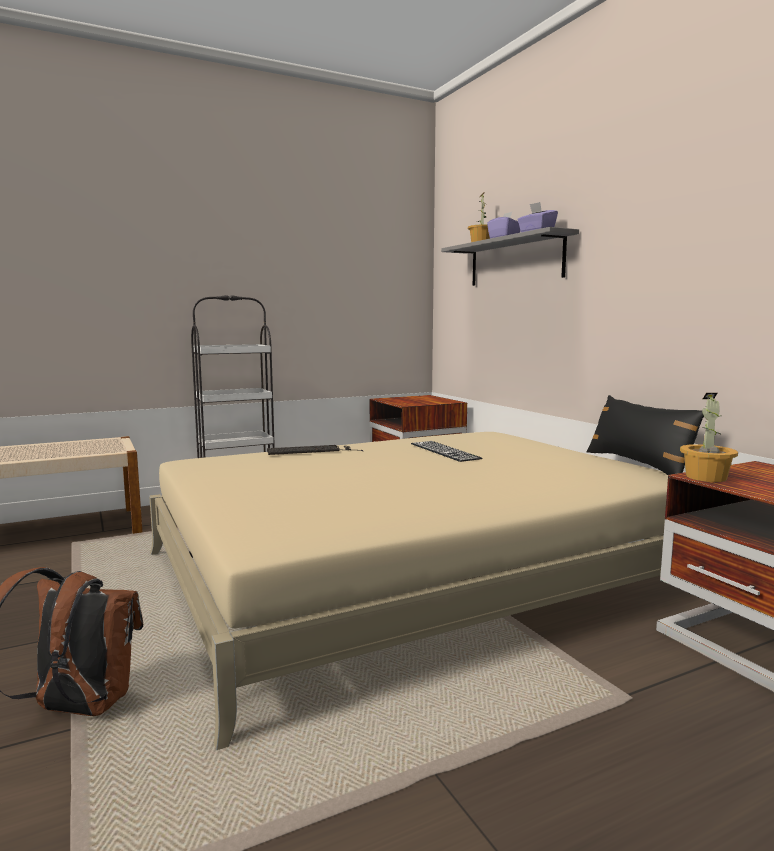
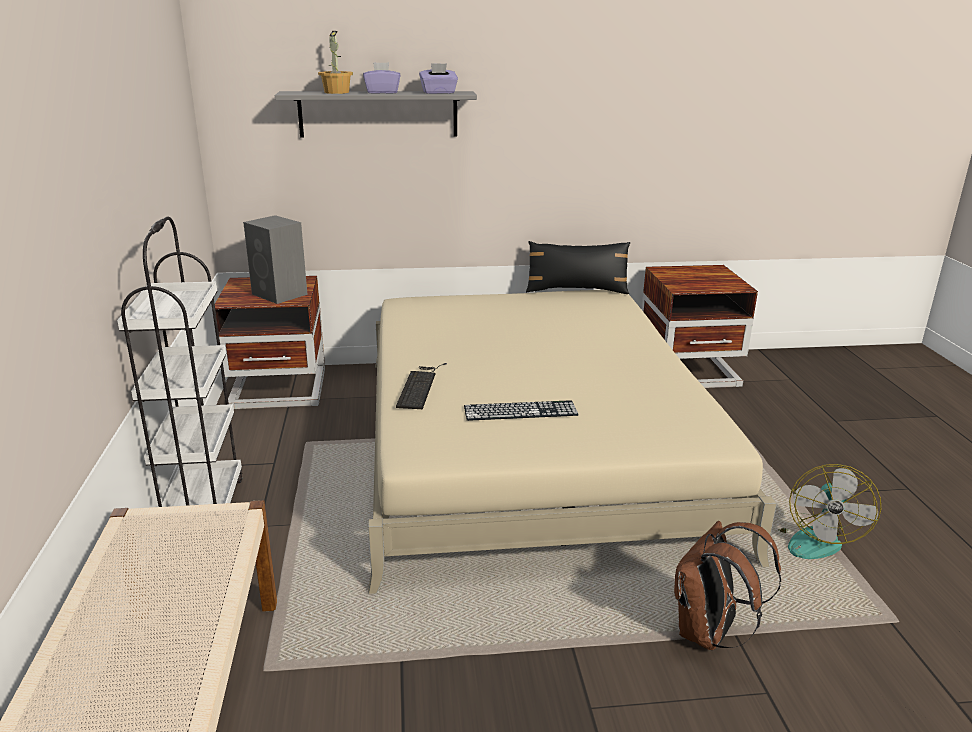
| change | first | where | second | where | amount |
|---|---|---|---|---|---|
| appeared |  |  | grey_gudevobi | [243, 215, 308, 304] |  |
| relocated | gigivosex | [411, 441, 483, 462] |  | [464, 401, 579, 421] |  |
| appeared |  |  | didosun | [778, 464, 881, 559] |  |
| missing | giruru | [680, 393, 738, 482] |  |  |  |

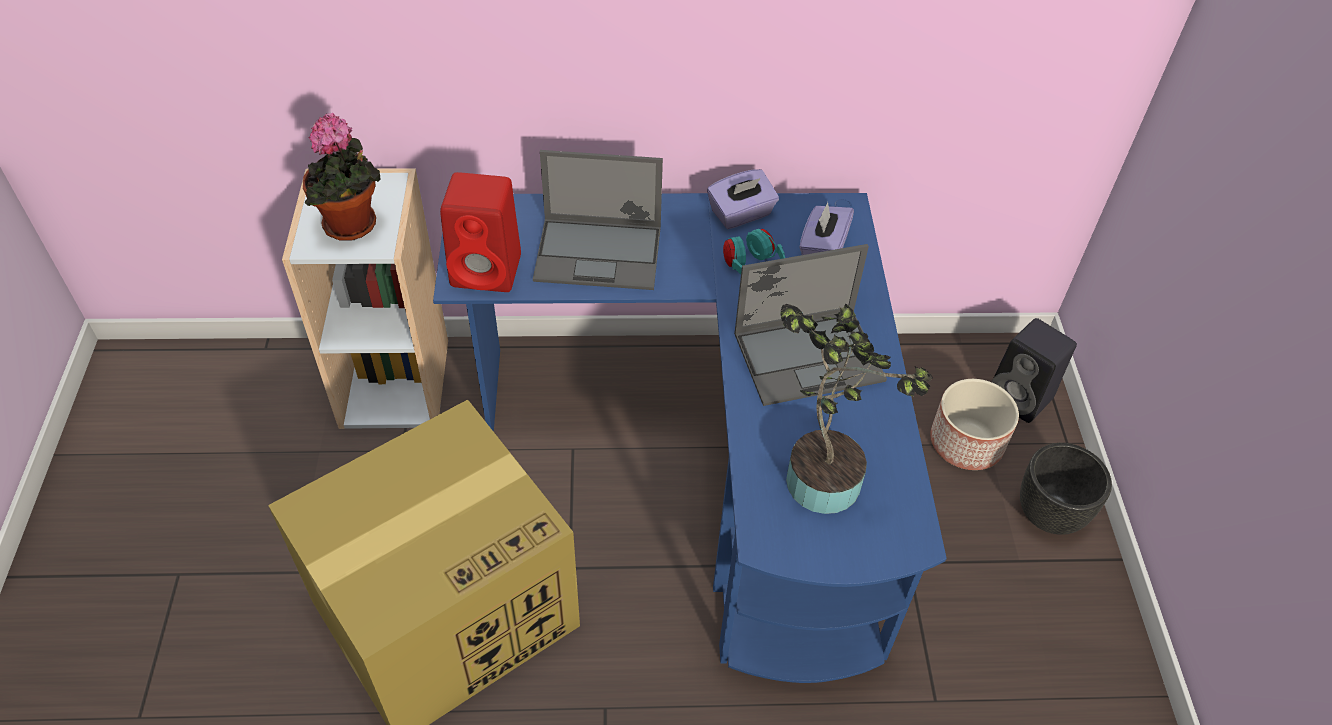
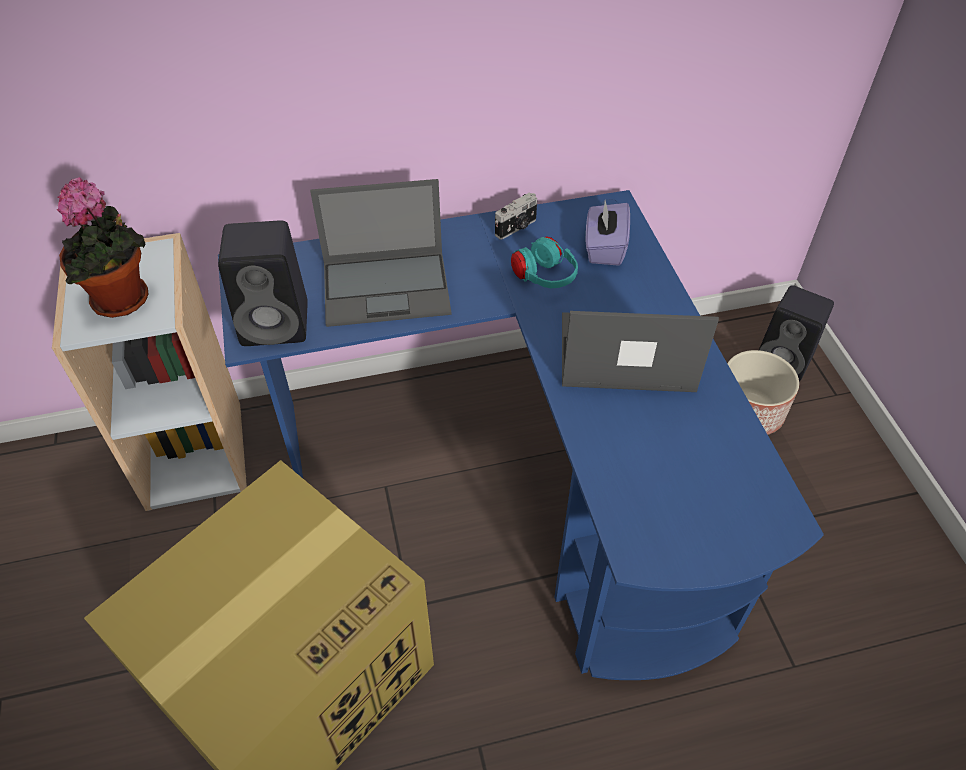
| change | first | where | second | where | amount |
|---|---|---|---|---|---|
| colour | red_gudevobi | [440, 172, 521, 292] | black_gudevobi | [218, 220, 308, 346] |  |
| exchanged | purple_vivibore | [707, 169, 779, 229] | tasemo | [495, 192, 537, 240] |  |
| spun | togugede | [734, 244, 887, 406] |  | [562, 311, 719, 392] | 150 degrees counterclockwise |
| missing | giruru | [781, 304, 933, 514] |  |  |  |
| missing | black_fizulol | [1020, 443, 1112, 535] |  |  |  |

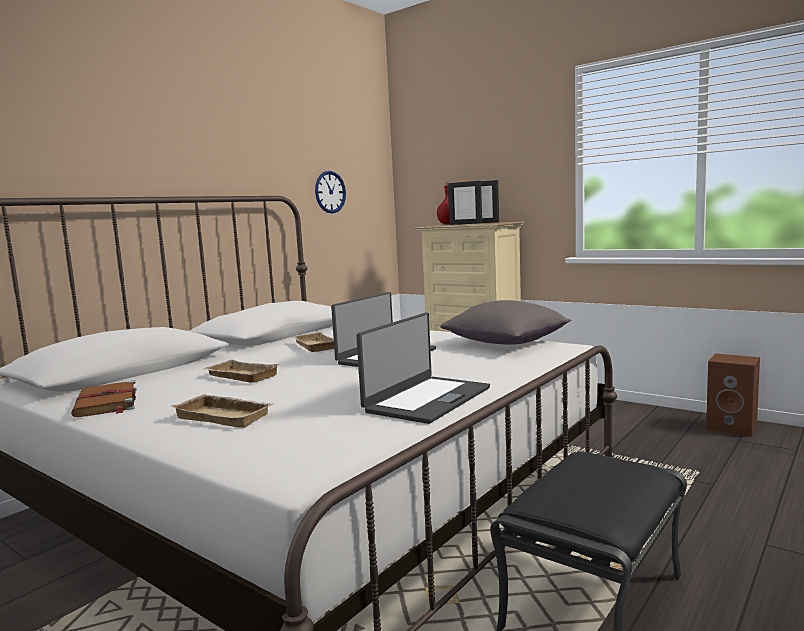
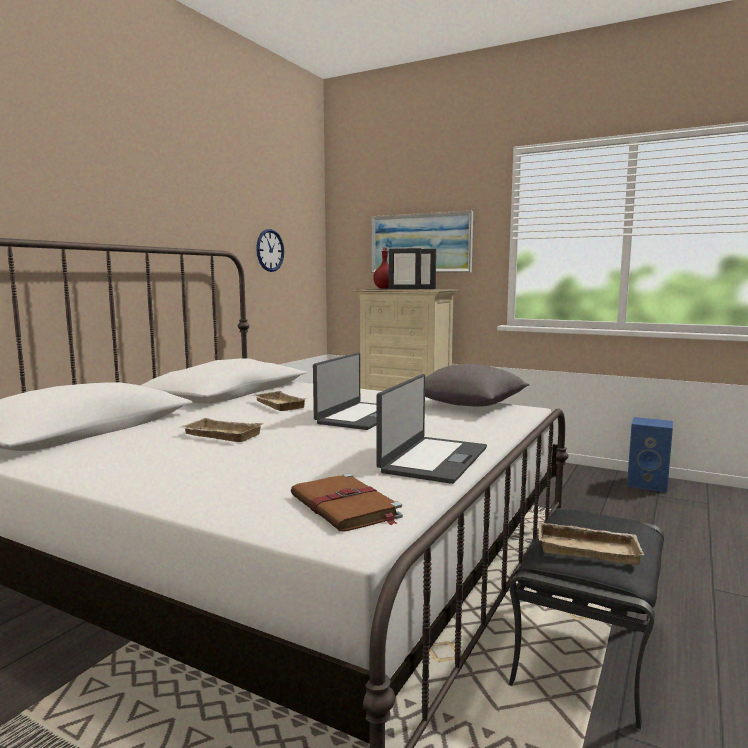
| change | first | where | second | where | amount |
|---|---|---|---|---|---|
| relocated | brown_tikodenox | [71, 381, 137, 417] |  | [291, 473, 403, 531] |  |
| appeared |  |  | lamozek | [371, 211, 473, 273] |  |
| relocated | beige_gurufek | [171, 394, 273, 428] |  | [538, 522, 644, 565] |  |
| colour | brown_gudevobi | [706, 353, 760, 437] | blue_gudevobi | [627, 417, 673, 492] |  |

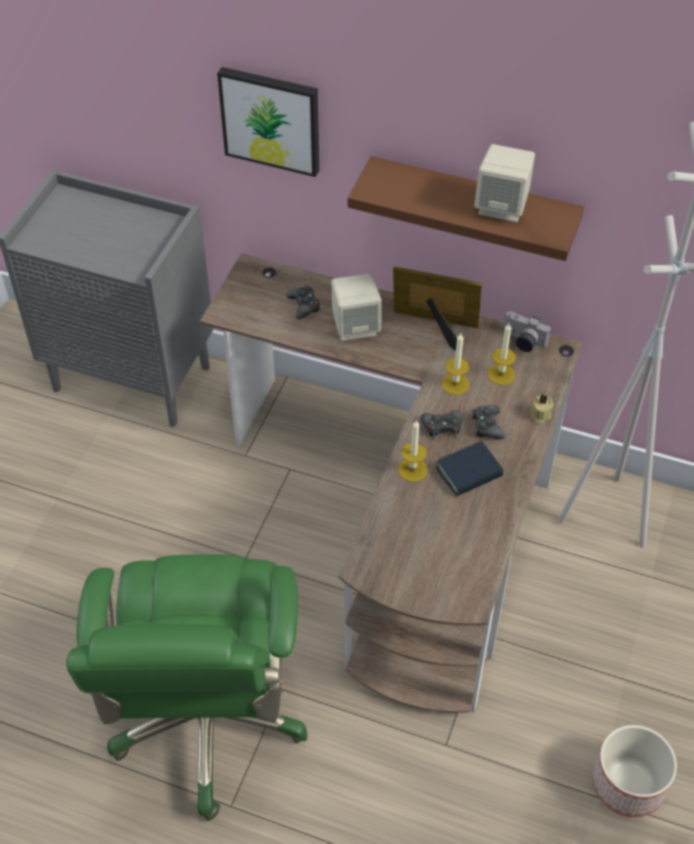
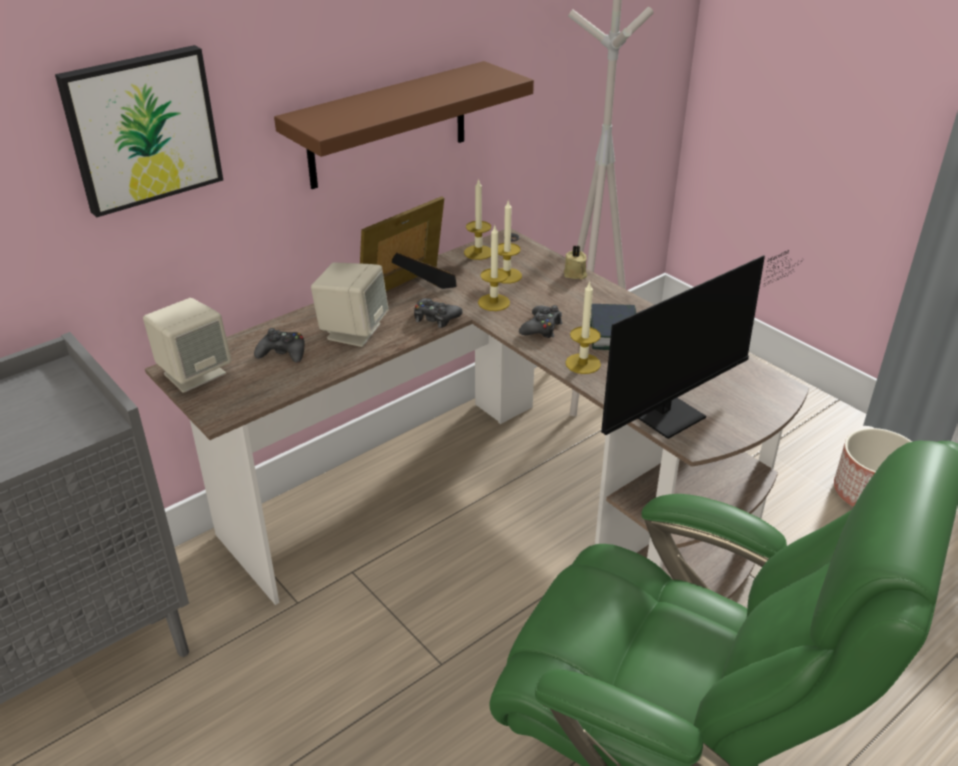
| change | first | where | second | where | amount |
|---|---|---|---|---|---|
| relocated | beige_gudevobi | [474, 144, 535, 222] |  | [143, 298, 231, 393] |  |
| relocated | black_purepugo | [471, 405, 505, 439] |  | [414, 298, 463, 328] |  |
| exchanged | tasemo | [504, 311, 551, 352] | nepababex | [464, 178, 491, 260] |  |
| appeared |  |  | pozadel | [601, 250, 802, 439] |  |

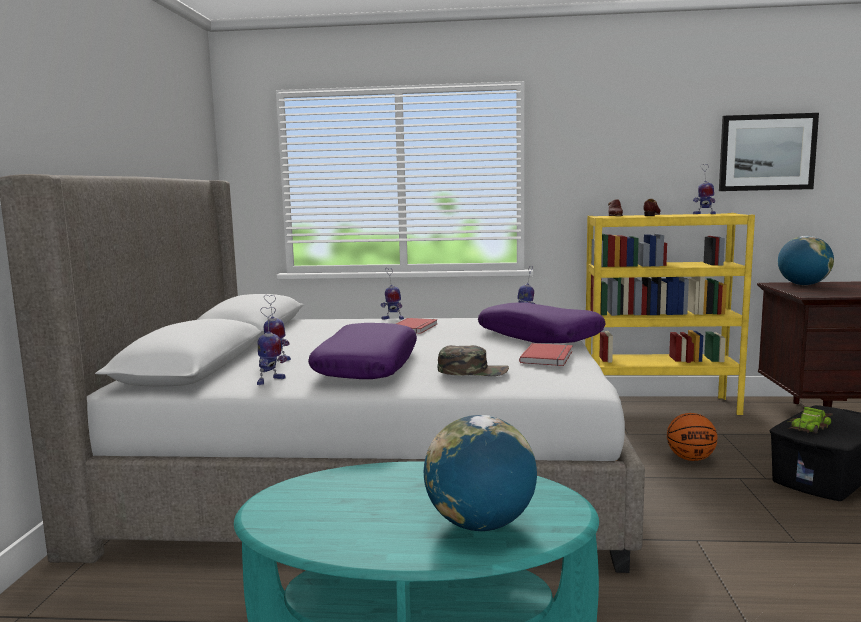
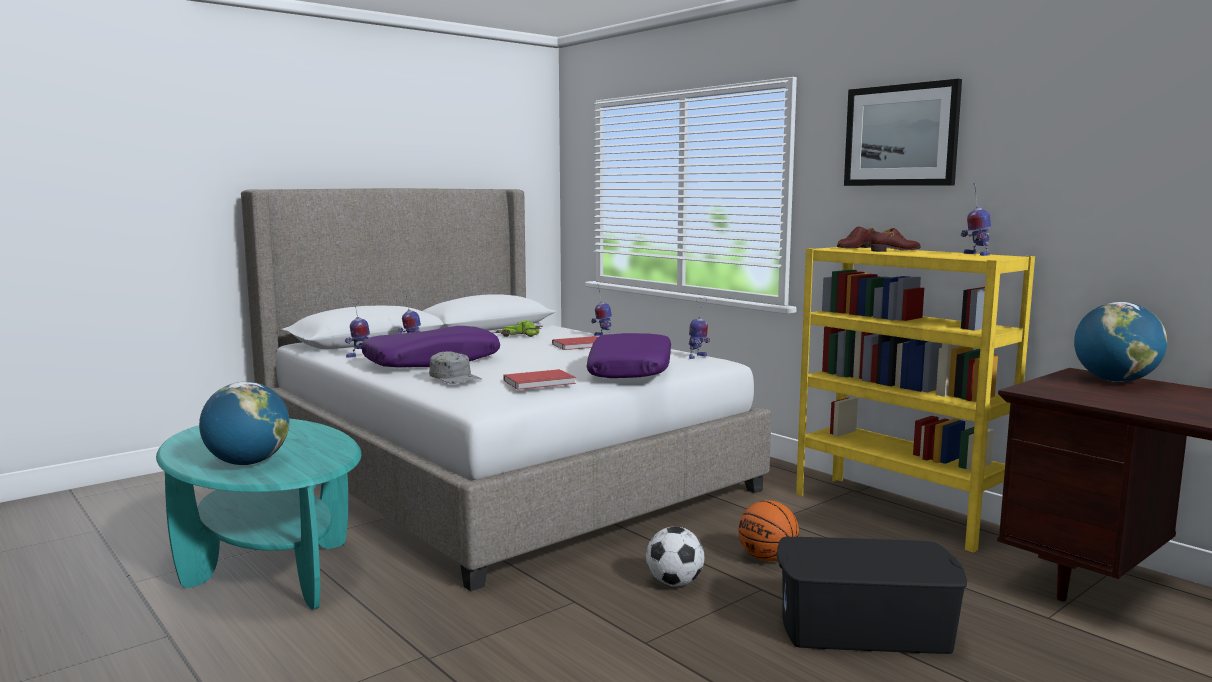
| change | first | where | second | where | amount |
|---|---|---|---|---|---|
| colour | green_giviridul | [437, 345, 509, 376] | grey_giviridul | [429, 351, 482, 384] |  |
| relocated | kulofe | [788, 407, 833, 434] |  | [494, 320, 543, 337] |  |
| appeared |  |  | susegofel | [646, 526, 705, 587] |  |
| relocated | lamozek | [719, 113, 819, 191] |  | [844, 79, 962, 186] |  |

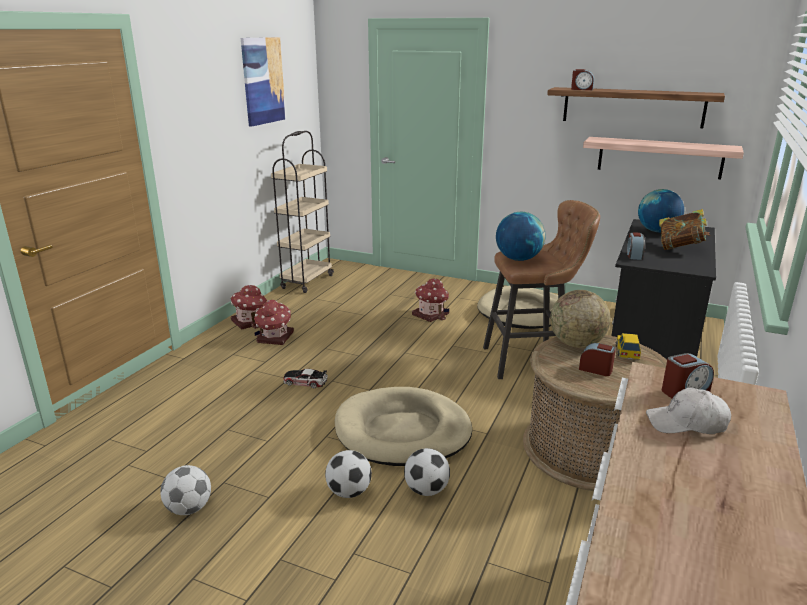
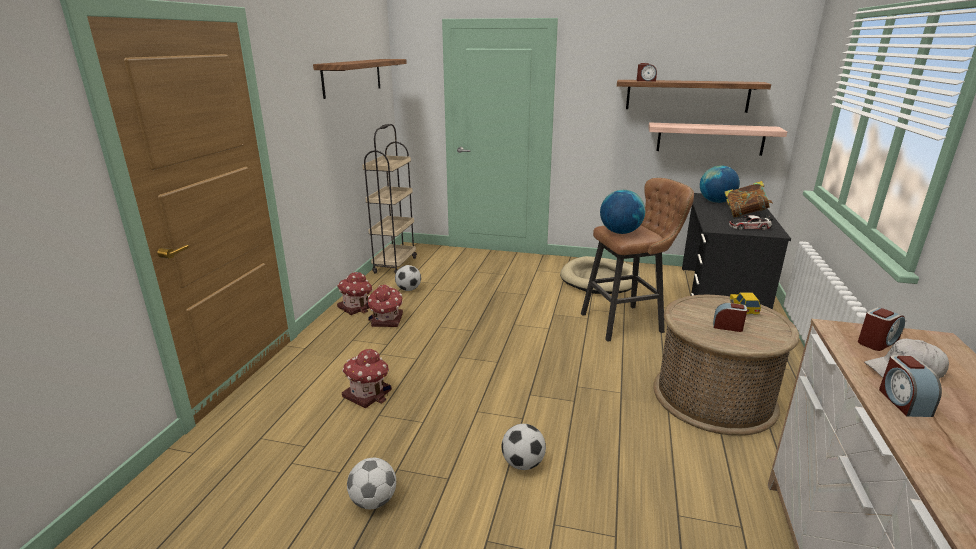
| change | first | where | second | where | amount |
|---|---|---|---|---|---|
| exchanged | lamozek | [241, 37, 286, 127] | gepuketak | [313, 59, 407, 99] |  |
| relocated | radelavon | [412, 278, 449, 322] |  | [342, 349, 392, 408] |  |
| relocated | susegofel | [404, 448, 450, 496] |  | [395, 265, 421, 291] |  |
| relocated | kulofe | [283, 369, 328, 389] |  | [729, 215, 773, 230] |  |
| relocated | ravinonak | [627, 232, 645, 260] |  | [879, 355, 942, 417] |  |
| missing | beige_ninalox | [335, 387, 472, 466] |  |  |  |
| missing | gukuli | [550, 290, 610, 348] |  |  |  |

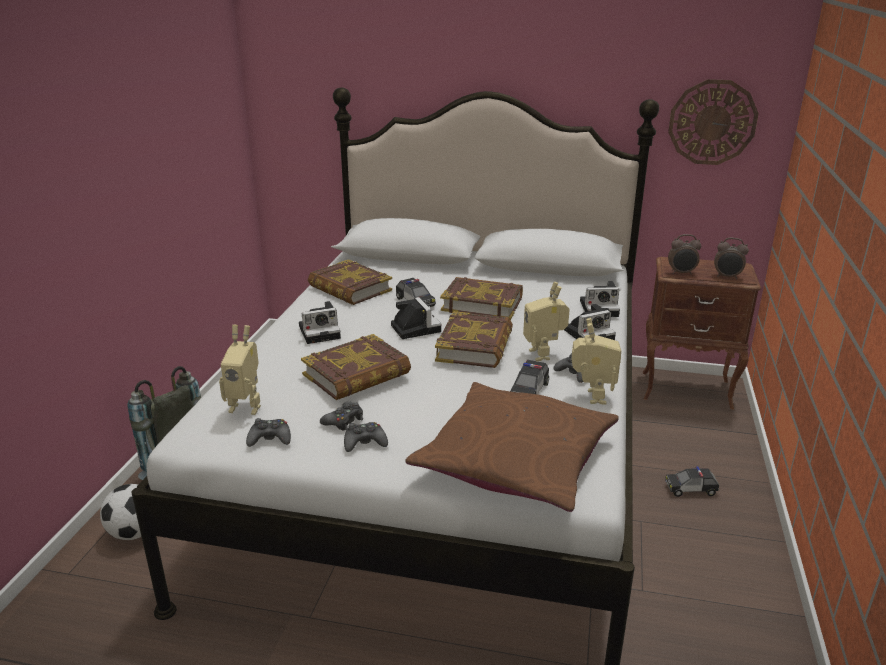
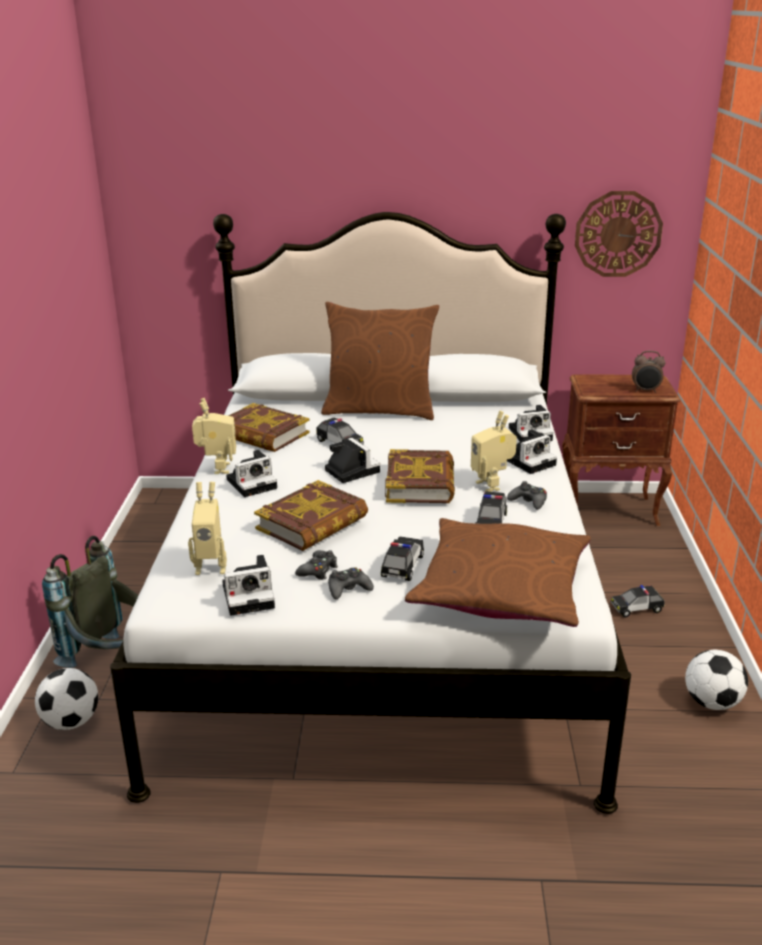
| change | first | where | second | where | amount |
|---|---|---|---|---|---|
| relocated | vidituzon | [572, 318, 621, 405] |  | [192, 398, 236, 474] |  |
| exchanged | black_purepugo | [246, 418, 291, 447] | tasemo | [222, 555, 275, 616] |  |
| appeared |  |  | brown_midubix | [321, 302, 439, 420] |  |
| appeared |  |  | kulofe | [381, 536, 424, 581] |  |
| appeared |  |  | susegofel | [685, 650, 748, 710] |  |
| missing | tikodenox | [440, 277, 523, 320] |  |  |  |
| missing | ravinonak | [668, 234, 701, 275] |  |  |  |

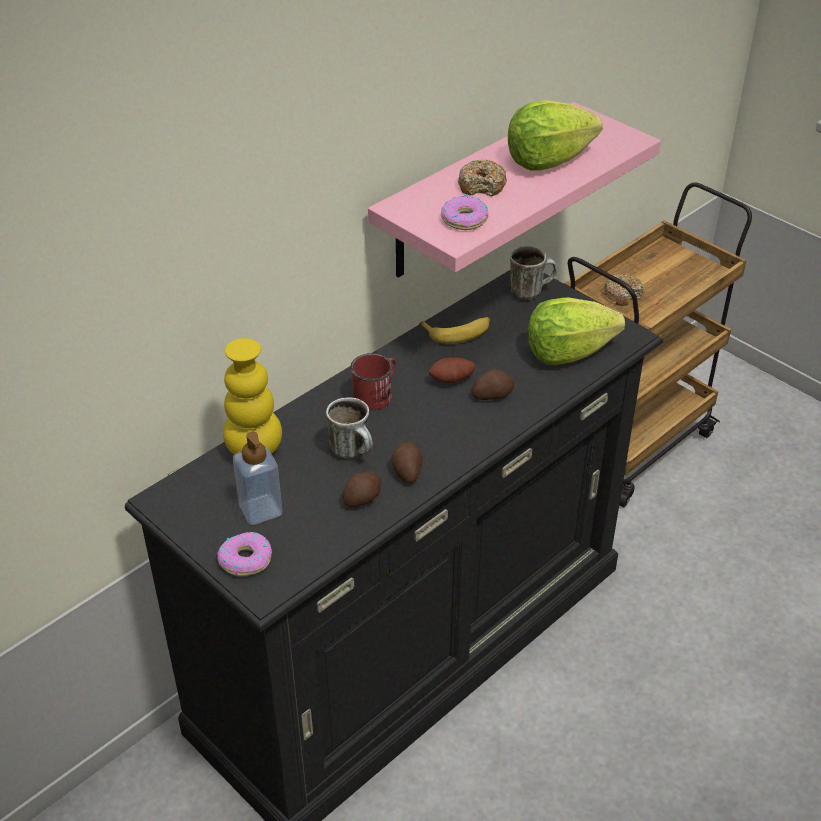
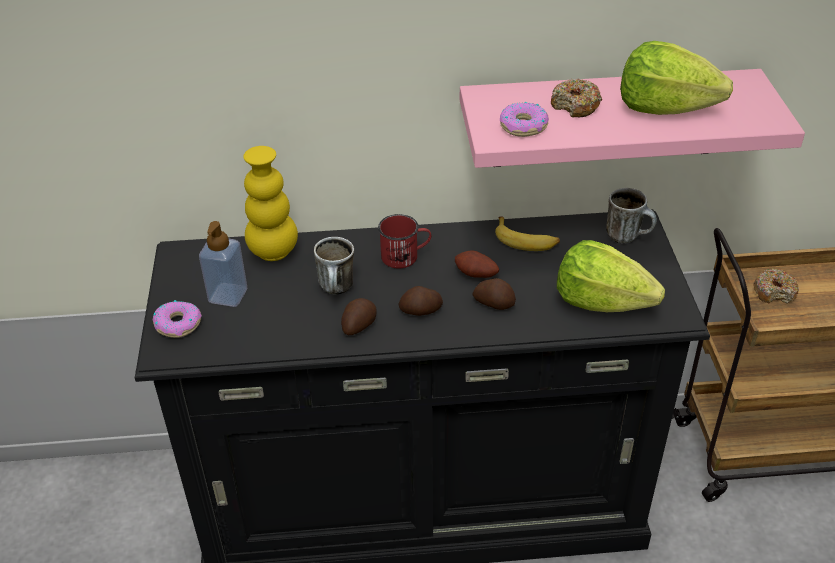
| change | first | where | second | where | amount |
|---|---|---|---|---|---|
| relocated | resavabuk | [343, 471, 382, 507] |  | [398, 286, 443, 316] |  |

